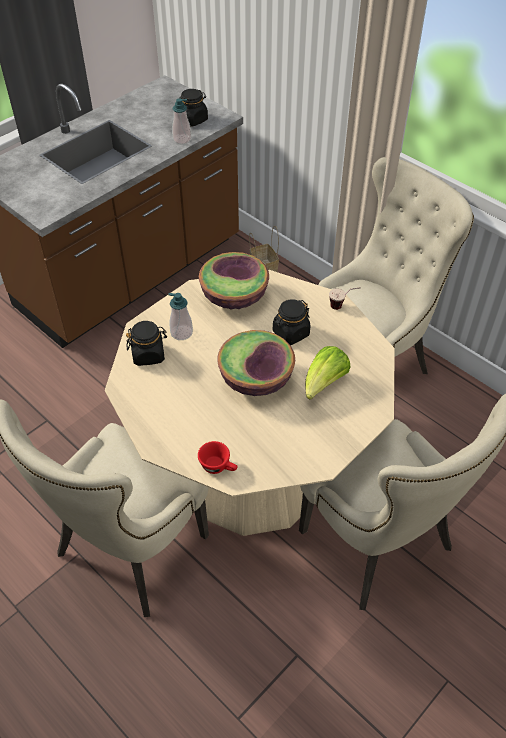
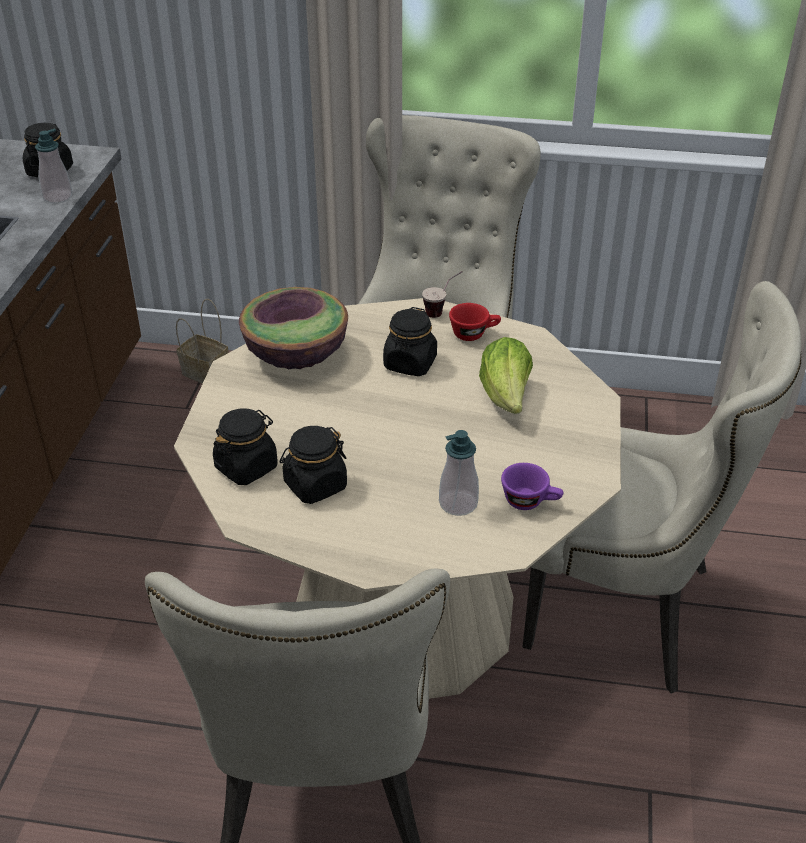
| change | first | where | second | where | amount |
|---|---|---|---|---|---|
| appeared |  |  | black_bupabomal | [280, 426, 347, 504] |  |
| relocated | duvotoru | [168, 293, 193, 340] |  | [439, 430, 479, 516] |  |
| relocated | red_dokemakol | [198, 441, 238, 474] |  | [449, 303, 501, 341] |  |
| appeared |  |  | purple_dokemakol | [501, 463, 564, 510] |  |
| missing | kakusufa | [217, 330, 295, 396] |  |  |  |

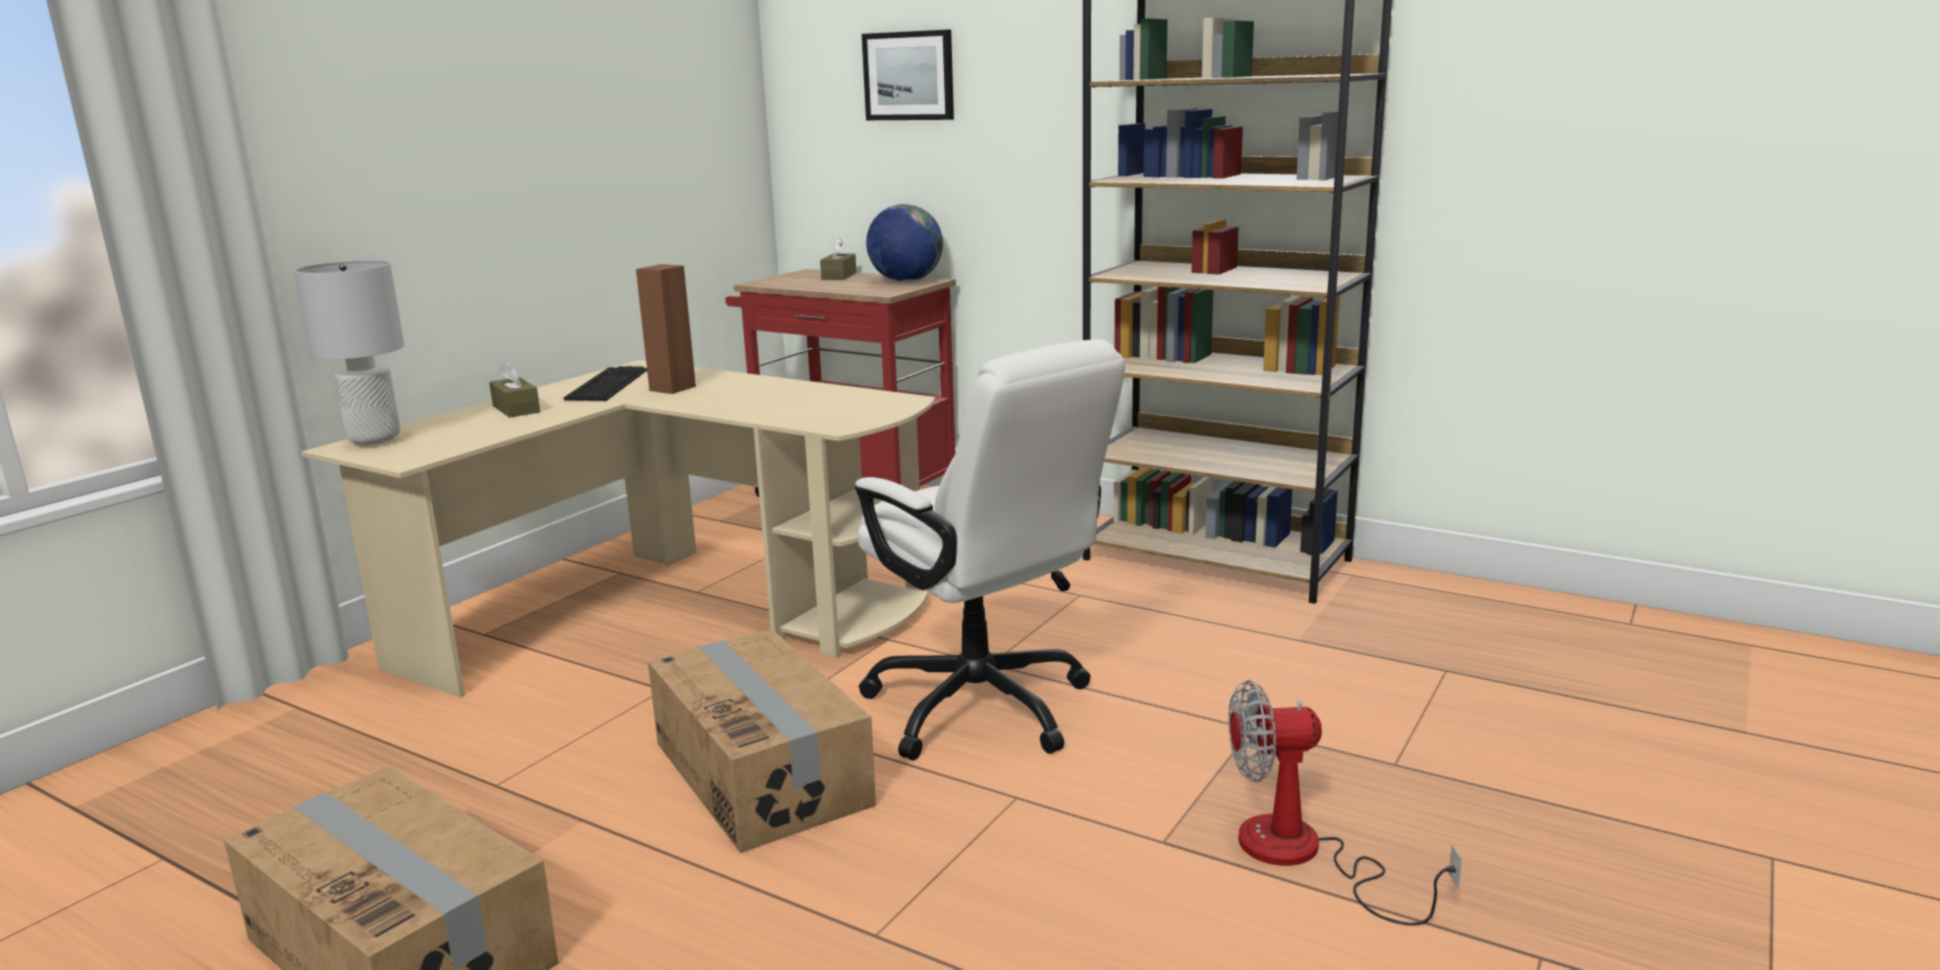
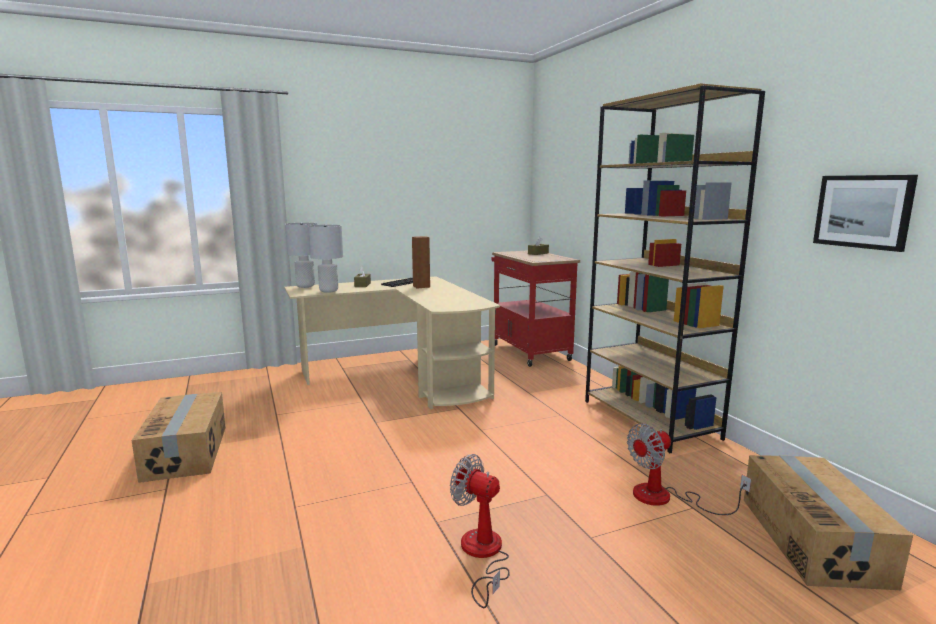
| change | first | where | second | where | amount |
|---|---|---|---|---|---|
| appeared |  |  | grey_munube | [308, 225, 343, 293] |  |
| appeared |  |  | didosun | [627, 424, 751, 515] |  |
| relocated | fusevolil | [648, 629, 876, 853] |  | [744, 455, 913, 590] |  |
| relocated | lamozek | [862, 30, 954, 120] |  | [813, 175, 918, 252] |  |
| missing | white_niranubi | [855, 339, 1125, 761] |  |  |  |
| missing | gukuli | [866, 204, 943, 282] |  |  |  |

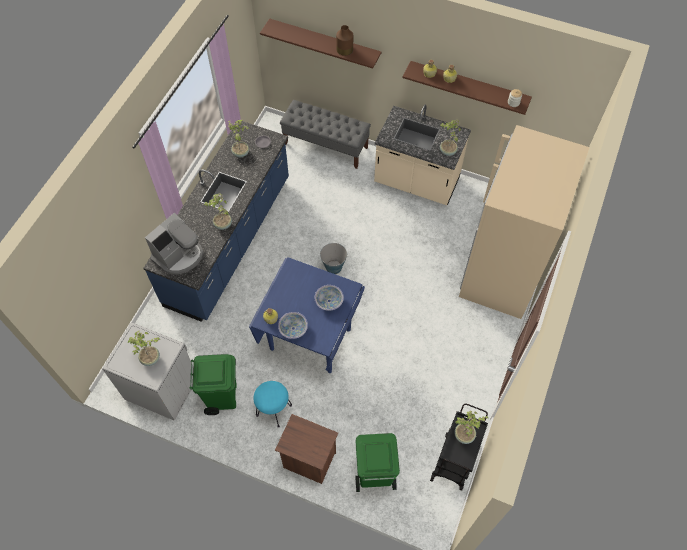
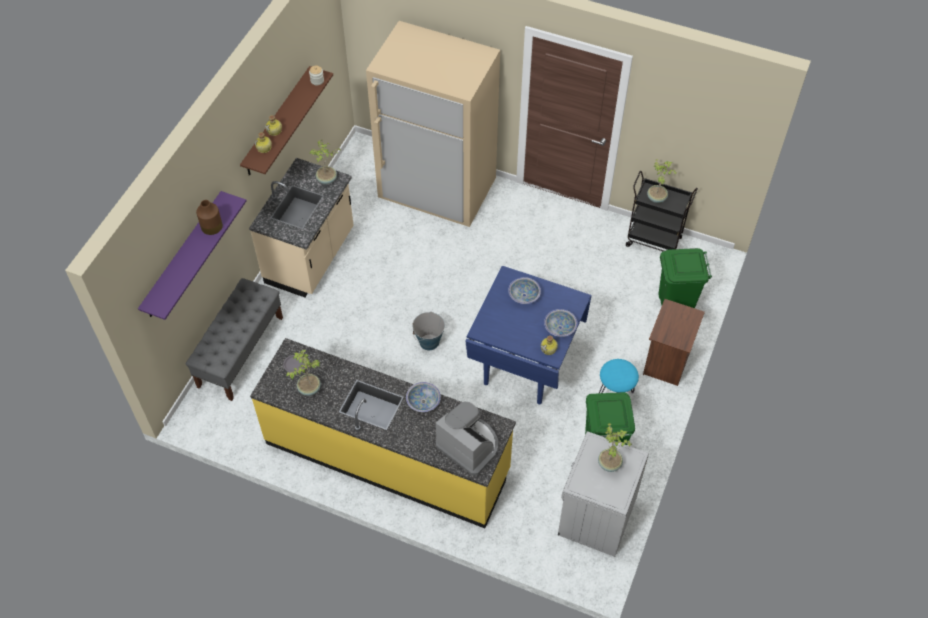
| change | first | where | second | where | amount |
|---|---|---|---|---|---|
| colour | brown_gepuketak | [260, 18, 381, 69] | purple_gepuketak | [138, 191, 246, 320] |  |
| colour | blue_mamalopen | [143, 121, 289, 322] | yellow_mamalopen | [250, 338, 516, 528] |  |
| exchanged | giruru | [204, 193, 232, 230] | kakusufa | [406, 382, 441, 412] |  |

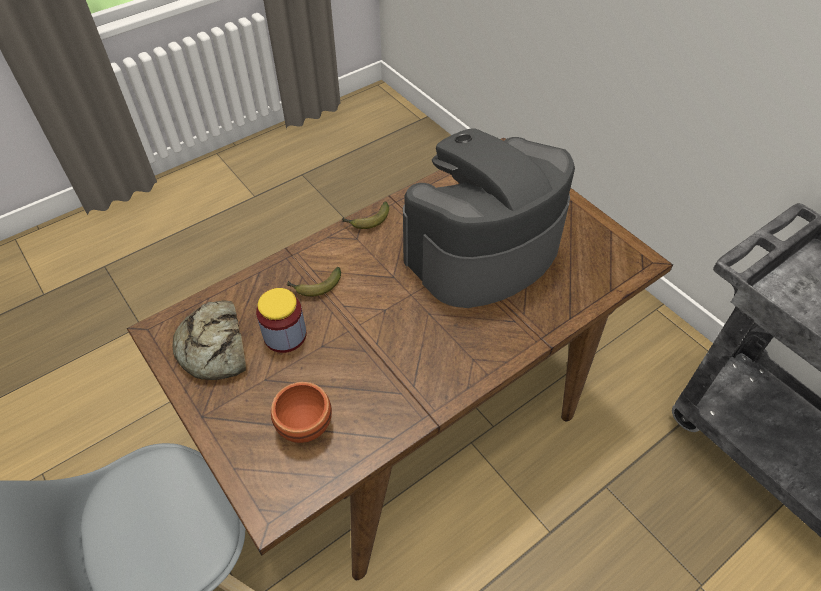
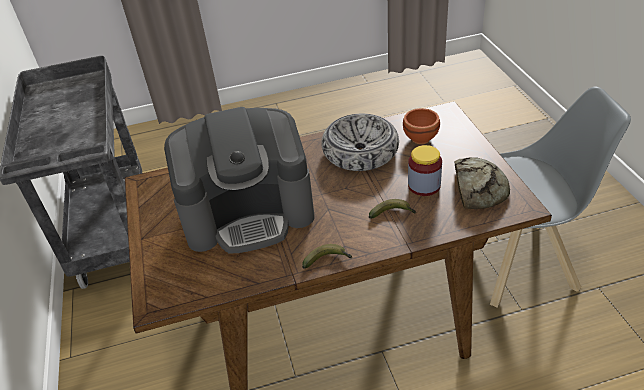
| change | first | where | second | where | amount |
|---|---|---|---|---|---|
| appeared |  |  | kakusufa | [321, 114, 399, 171] |  |

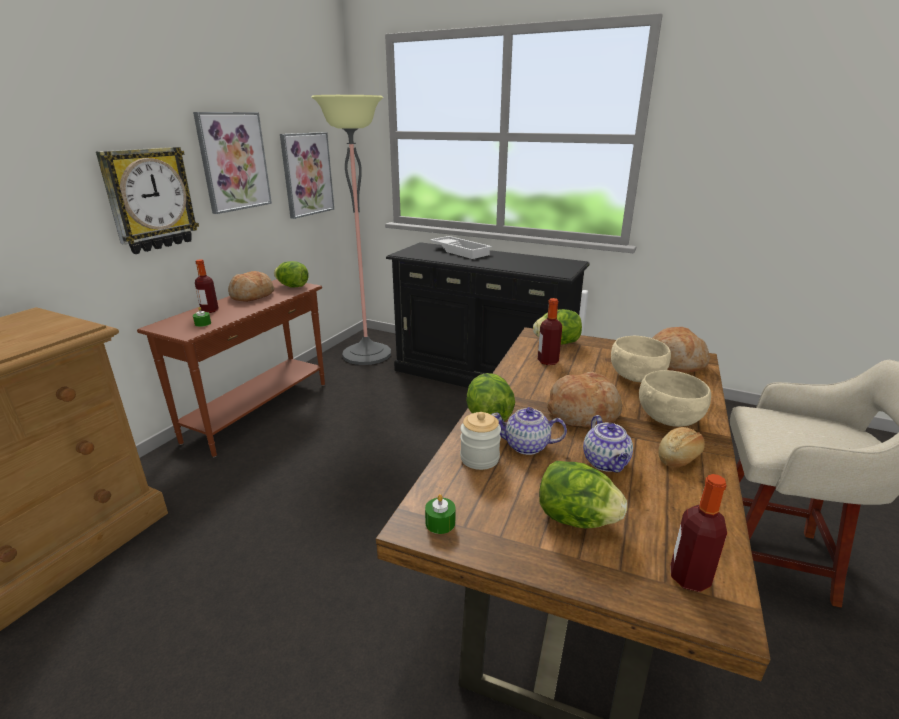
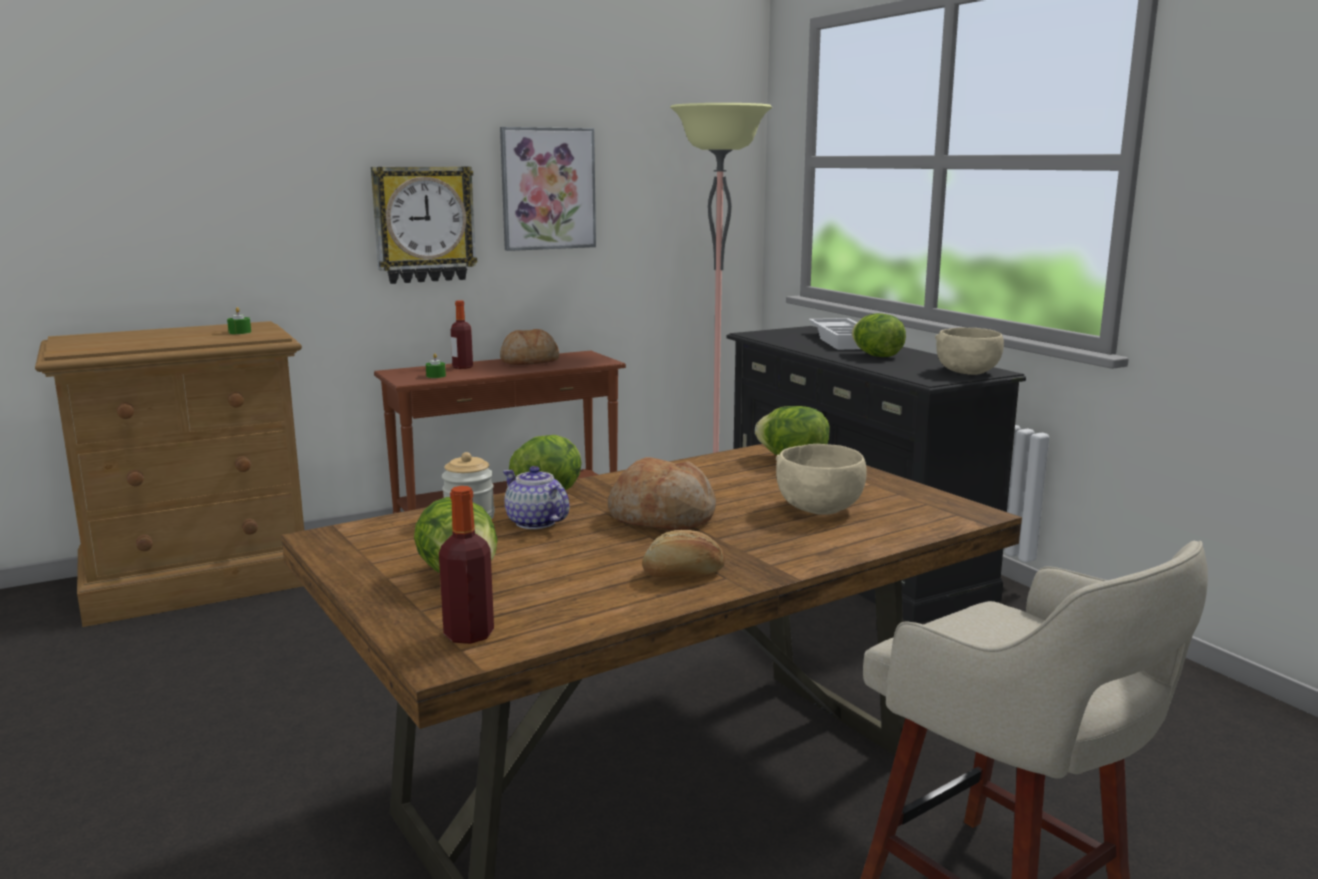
| change | first | where | second | where | amount |
|---|---|---|---|---|---|
| relocated | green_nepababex | [425, 494, 455, 534] |  | [227, 307, 251, 334] |  |
| relocated | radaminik | [274, 261, 309, 288] |  | [852, 313, 906, 357] |  |
| relocated | beige_kakusufa | [639, 370, 711, 427] |  | [935, 328, 1004, 375] |  |
| missing | lamozek | [280, 132, 334, 219] |  |  |  |
| missing | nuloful | [538, 298, 562, 365] |  |  |  |
| missing | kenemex | [583, 415, 633, 472] |  |  |  |
| missing | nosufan | [652, 327, 710, 372] |  |  |  |

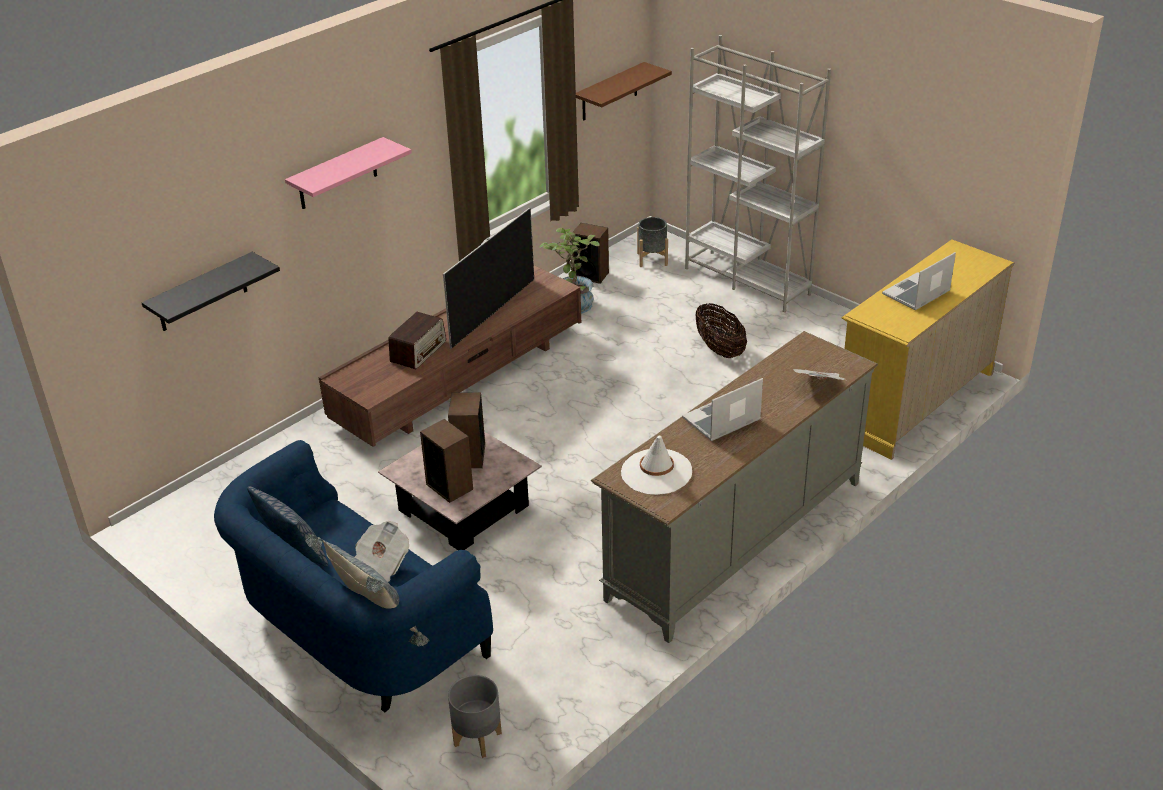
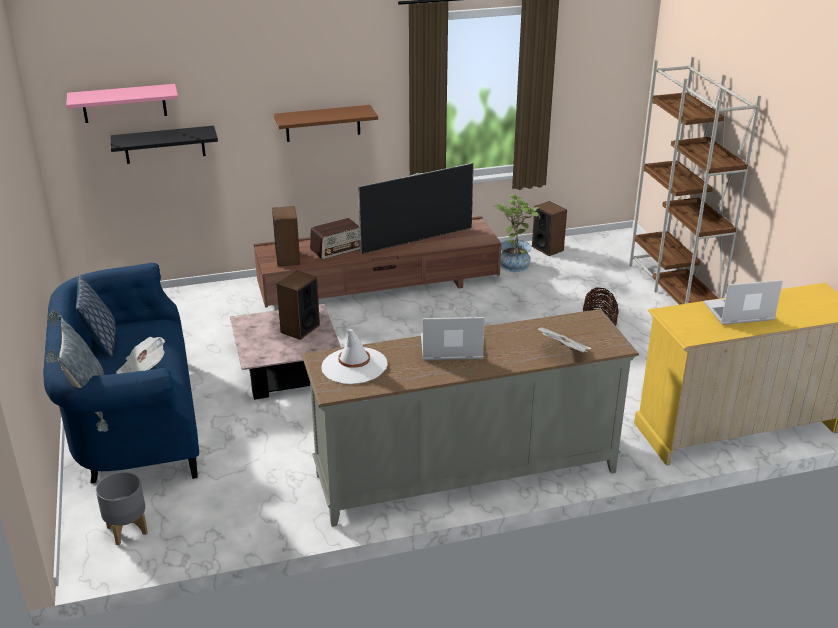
| change | first | where | second | where | amount |
|---|---|---|---|---|---|
| relocated | pink_gepuketak | [285, 137, 412, 209] |  | [66, 84, 178, 123] |  |
| relocated | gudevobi | [420, 419, 473, 503] |  | [272, 206, 300, 266] |  |
| relocated | brown_gepuketak | [576, 62, 672, 120] |  | [274, 105, 378, 142] |  |
| colour | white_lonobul | [685, 35, 831, 312] | brown_lonobul | [629, 57, 761, 305] |  |
| missing | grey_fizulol | [637, 217, 668, 267] |  |  |  |

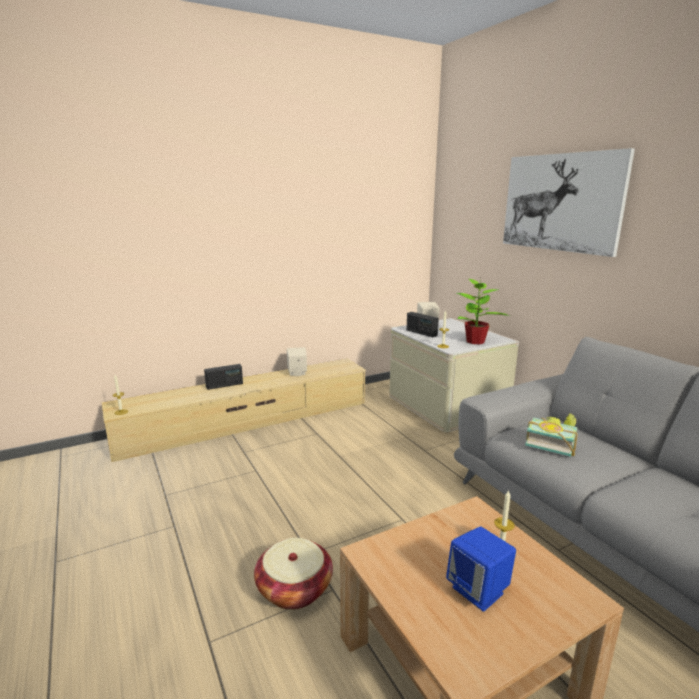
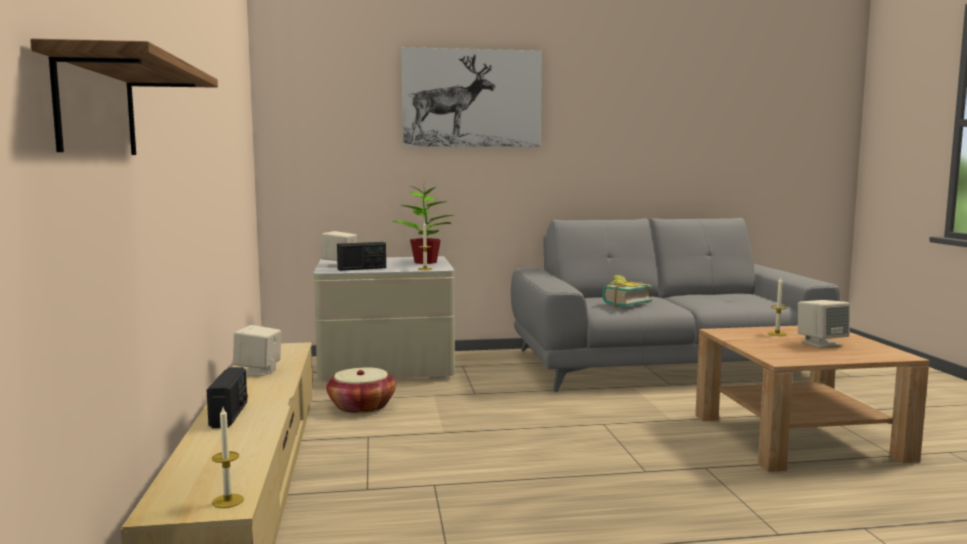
| change | first | where | second | where | amount |
|---|---|---|---|---|---|
| appeared |  |  | gepuketak | [30, 39, 218, 155] |  |
| relocated | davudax | [254, 538, 333, 610] |  | [326, 367, 396, 414] |  |
| colour | blue_gudevobi | [446, 527, 516, 612] | beige_gudevobi | [798, 300, 850, 348] |  |

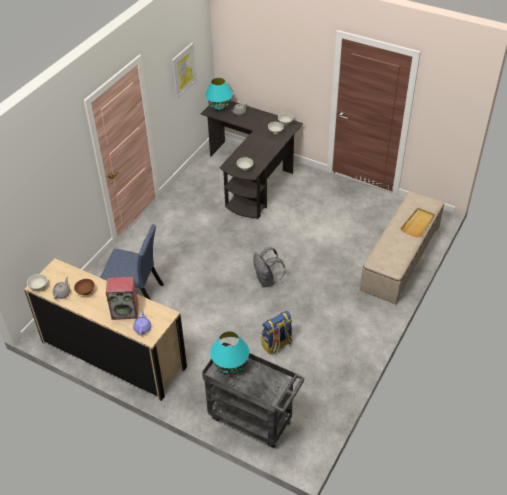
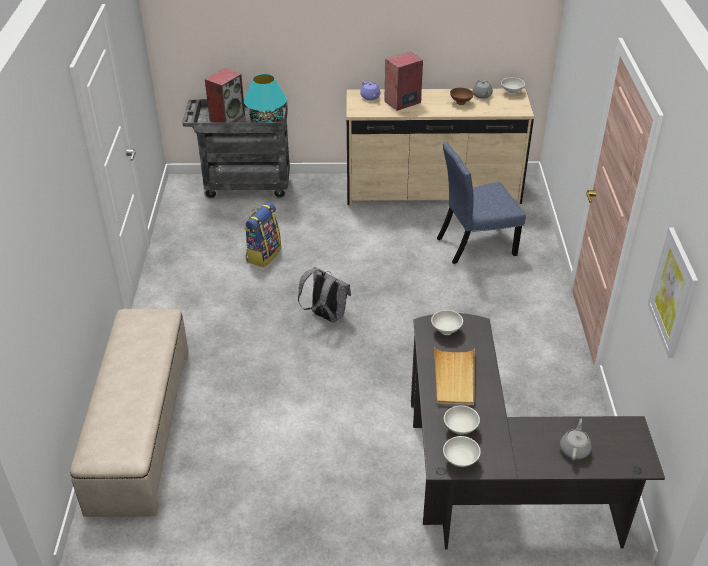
| change | first | where | second | where | amount |
|---|---|---|---|---|---|
| appeared |  |  | gudevobi | [205, 68, 245, 123] |  |
| relocated | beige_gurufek | [400, 208, 435, 238] |  | [434, 347, 475, 406] |  |
| missing | turquoise_munube | [205, 78, 233, 111] |  |  |  |

